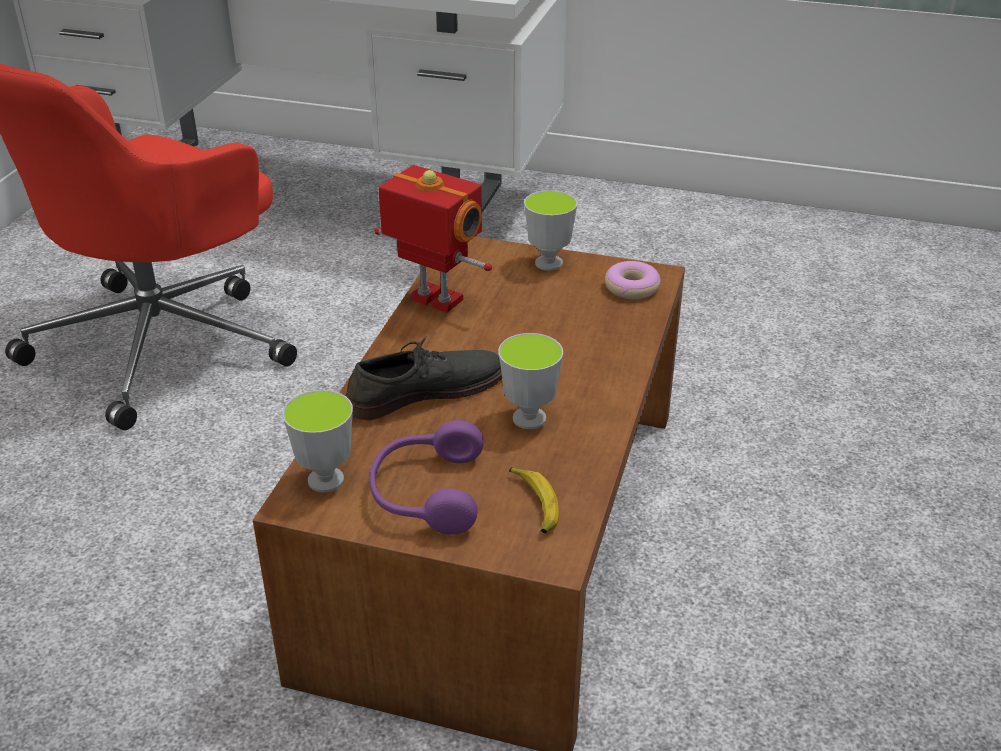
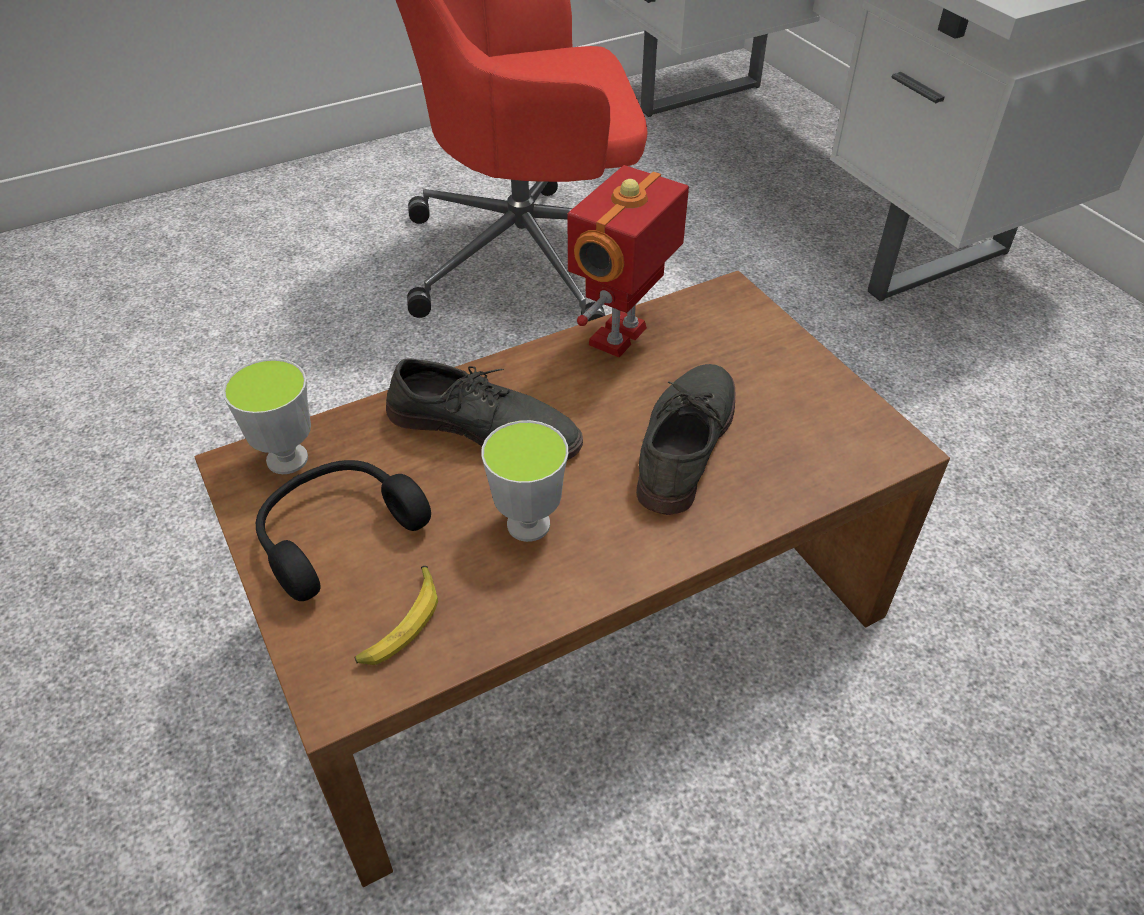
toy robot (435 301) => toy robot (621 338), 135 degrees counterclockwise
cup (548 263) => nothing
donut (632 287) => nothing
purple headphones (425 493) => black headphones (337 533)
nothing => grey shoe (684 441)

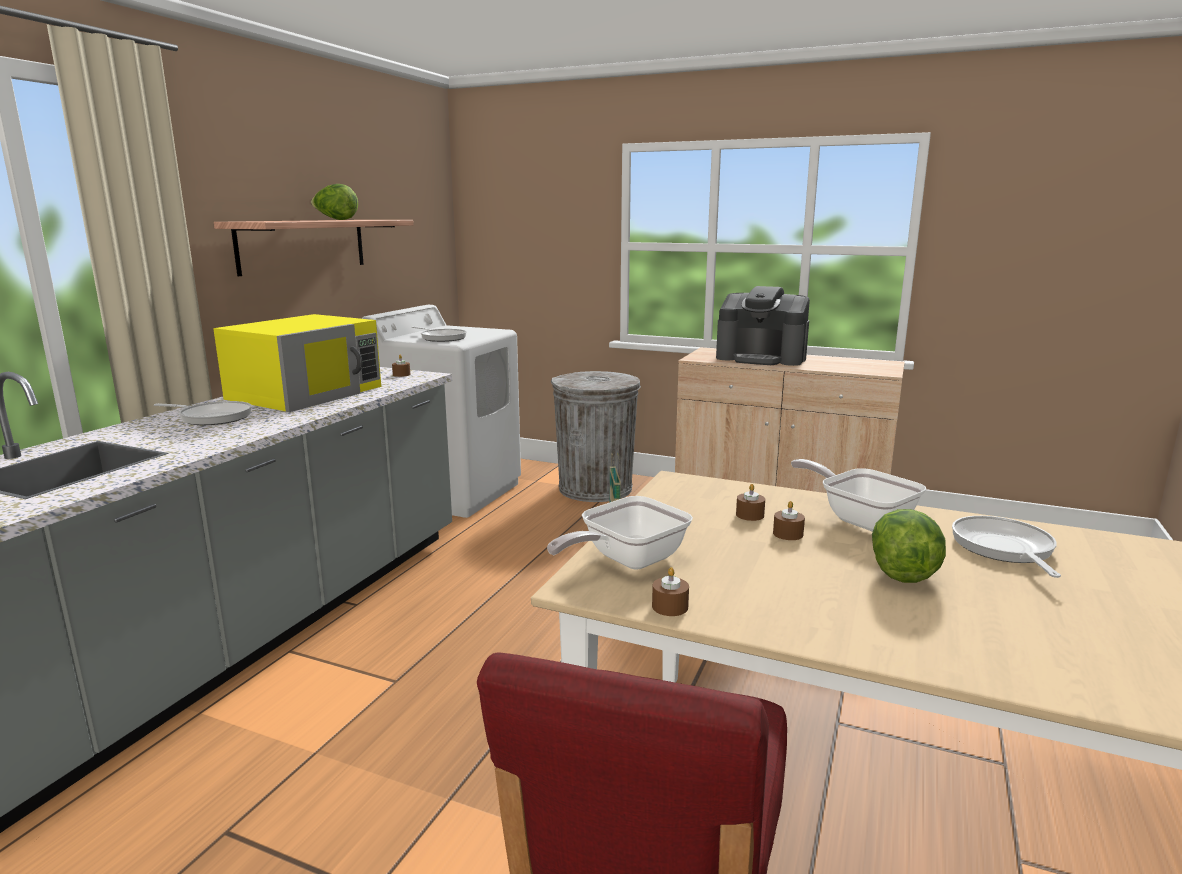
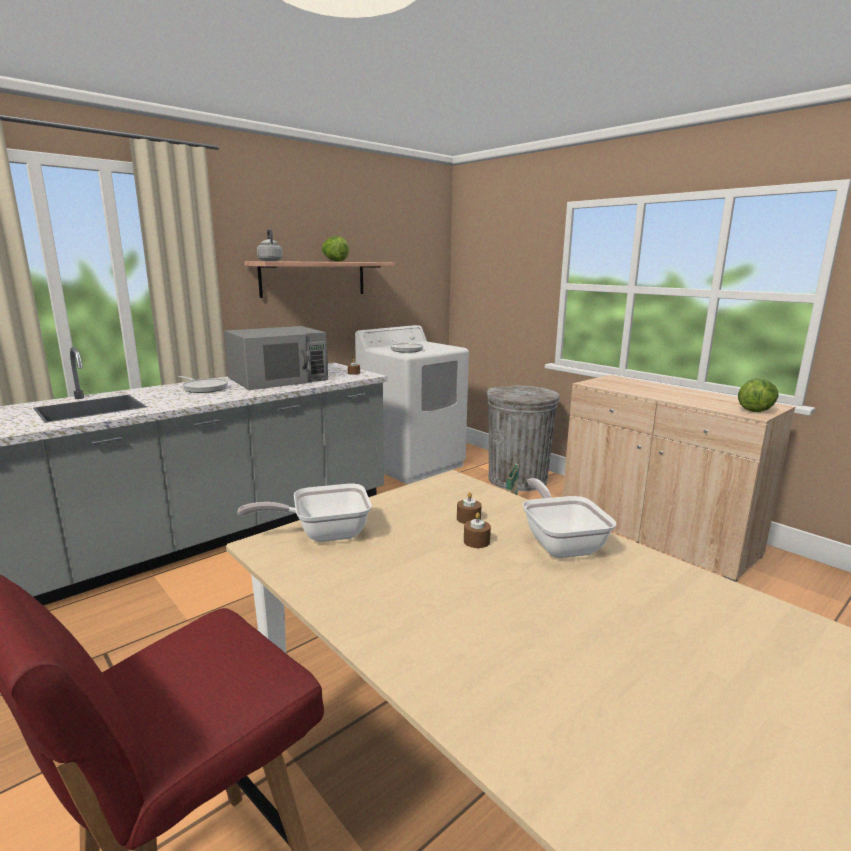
coffee machine (761 358) => nothing
yellow microwave (307 392) => grey microwave (279 379)
lettuce (903 571) => lettuce (755 410), shifted
frying pan (1003 548) => nothing
brown candle (670 606) => nothing
nothing => grey kettle (270 261)

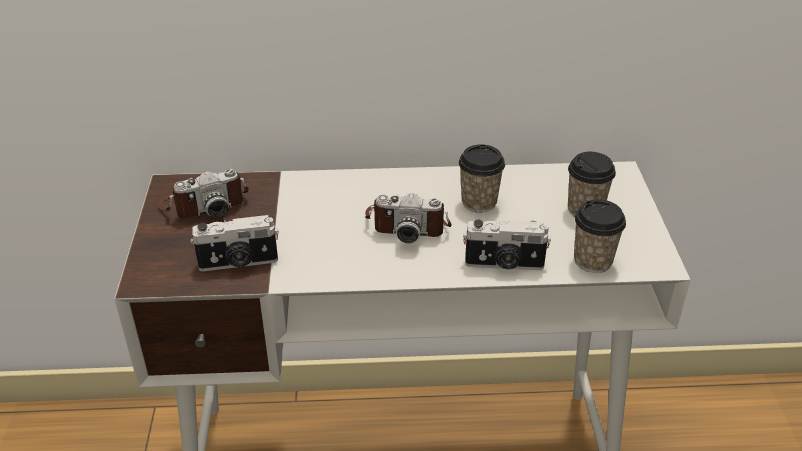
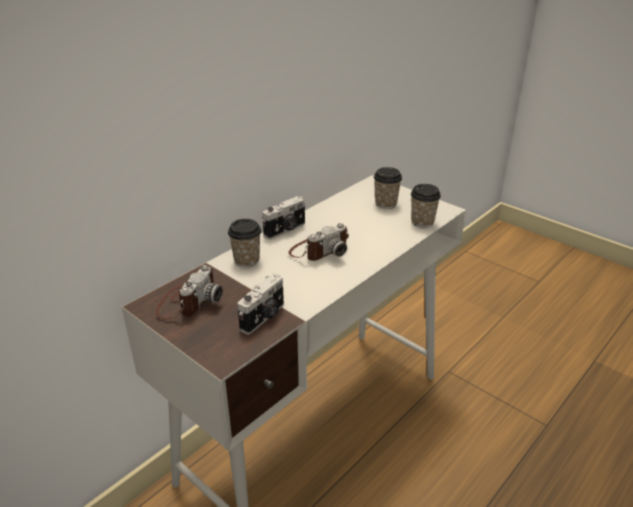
cup (479 202) => cup (246 260), shifted
photo camera (504 264) => photo camera (285 230), shifted

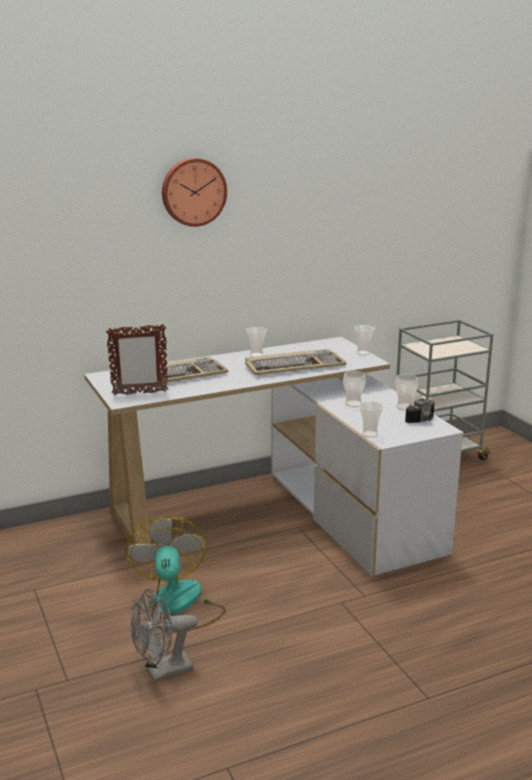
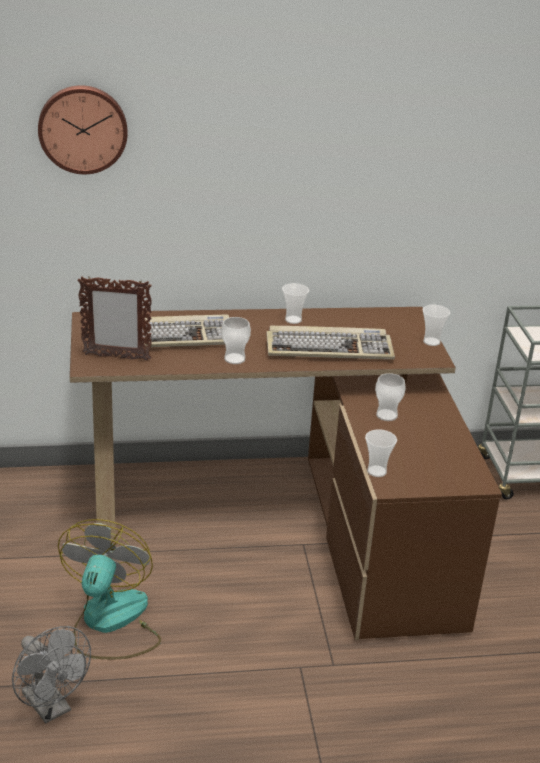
wall clock (193 192) => wall clock (83 128), shifted
white desk (279 514) => brown desk (289 520)
cup (405 407) => cup (234 359), shifted
photo camera (423 421) => nothing
grey fan (162 672) => grey fan (51 707), 120 degrees counterclockwise

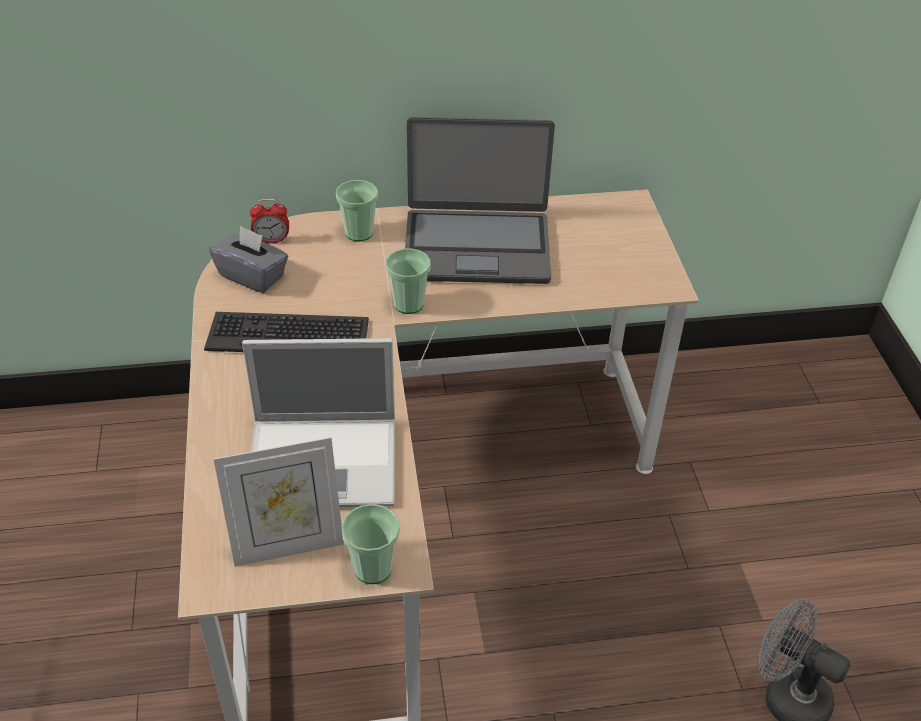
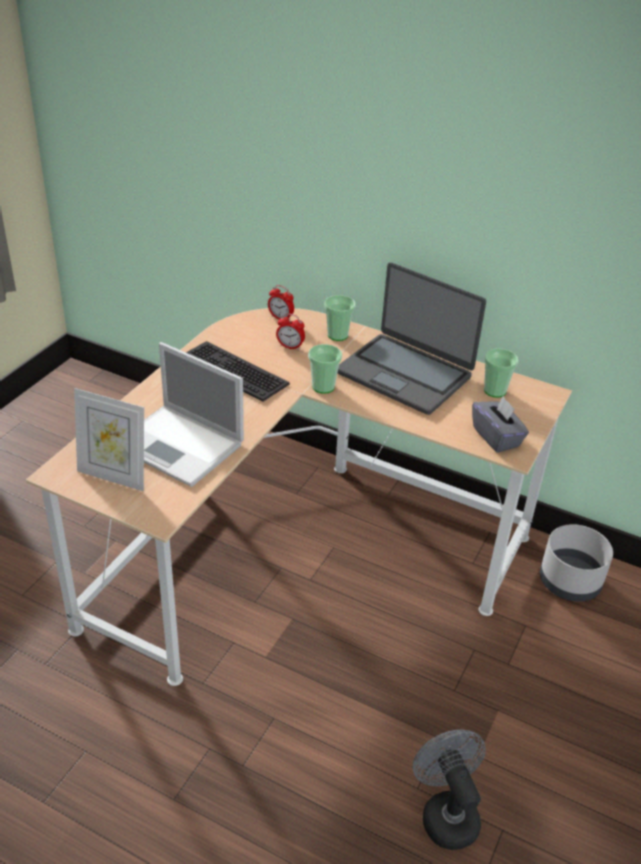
grey tissue box (252 276) => grey tissue box (496 437), shifted
cup (373 568) => cup (495 391), shifted
nothing => alarm clock (290 347)
nothing => grey planter (570 582)

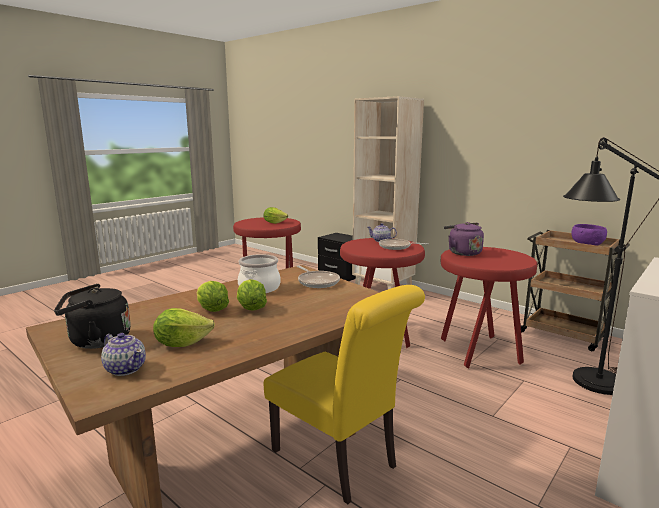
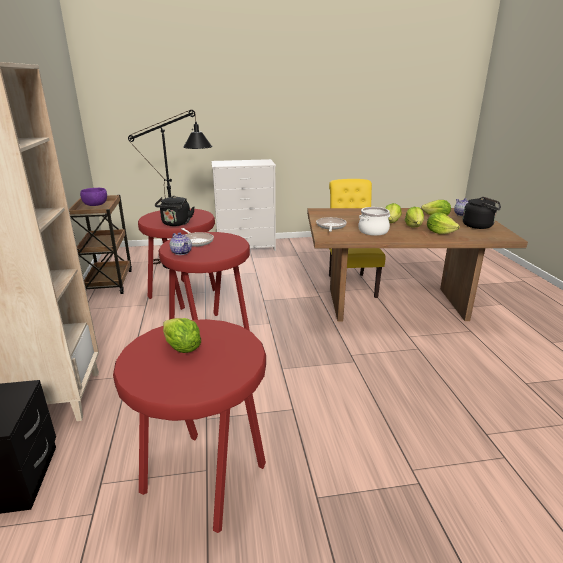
purple kettle (462 252) => black kettle (176 224)
nothing => lettuce (439 232)

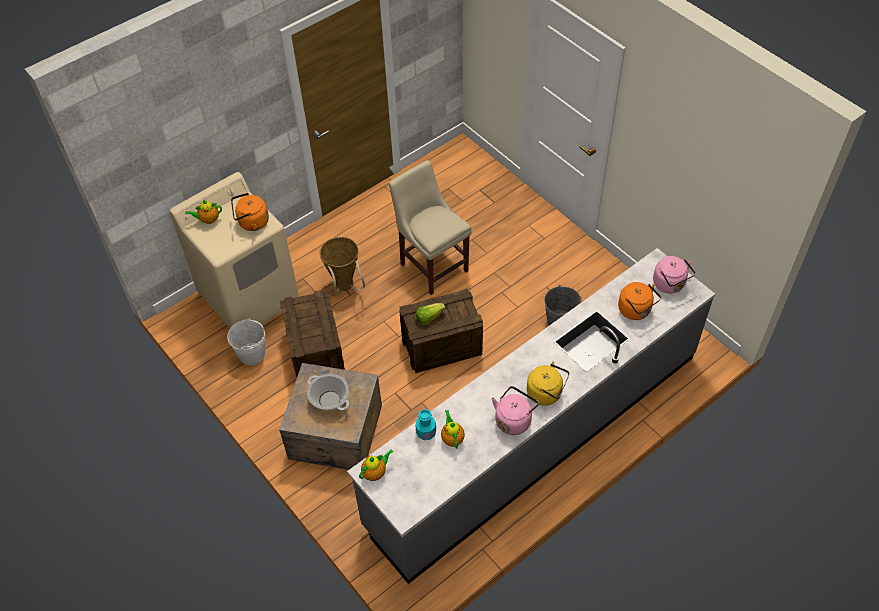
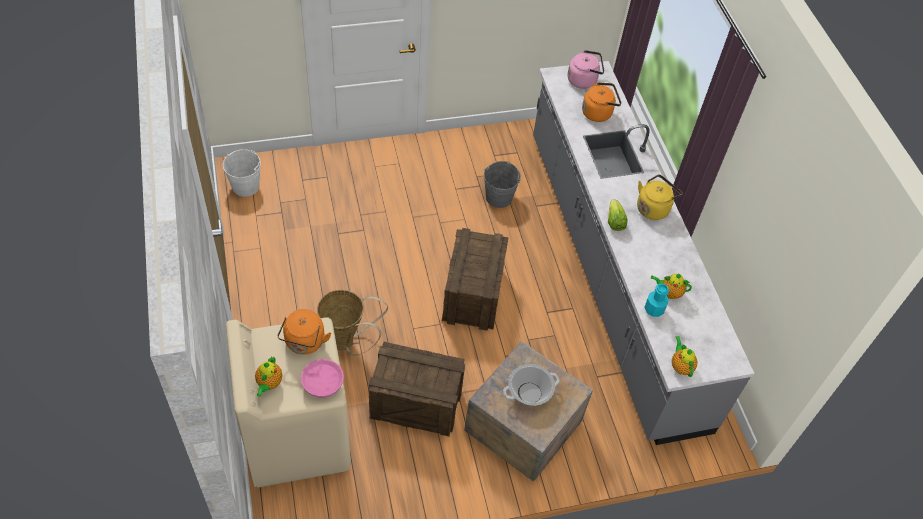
beige chair (432 265) => nothing
lettuce (429 317) => lettuce (614 221), shifted
white bucket (252 354) => white bucket (245 186), shifted
pink kettle (514 420) => nothing
nothing => pink bowl (323 383)

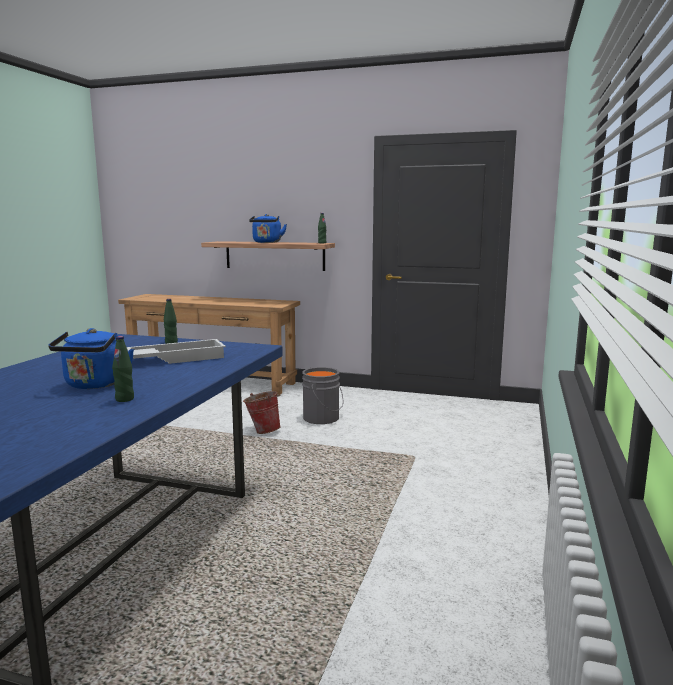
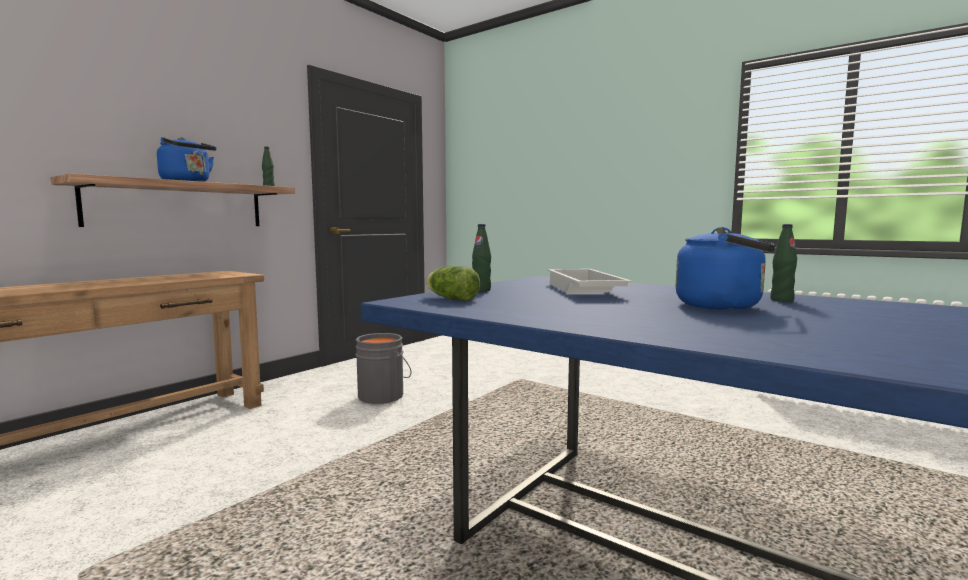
bucket (263 431) => nothing
nothing => lettuce (450 298)

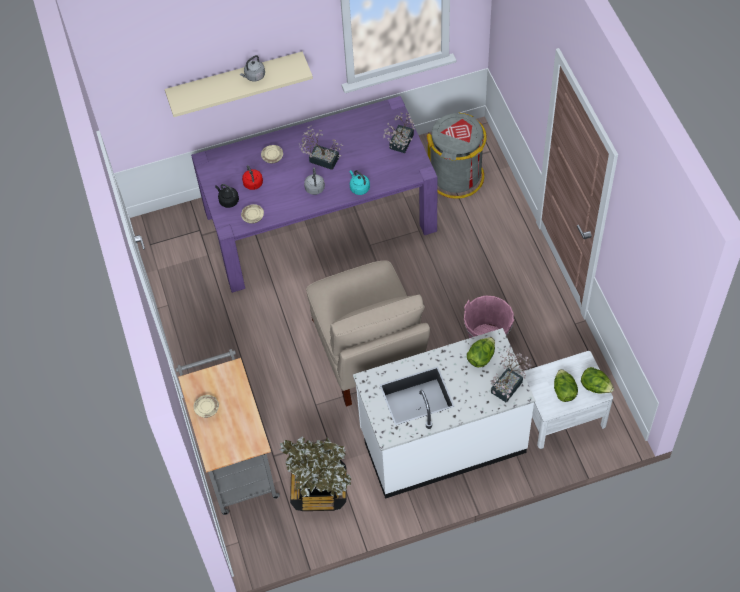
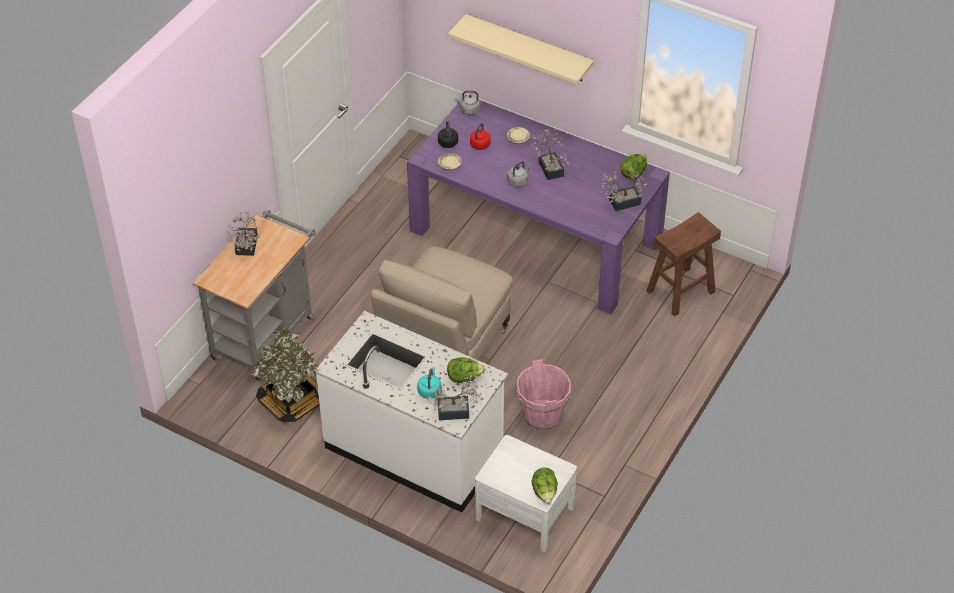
grey kettle (254 76) => grey kettle (469 110), shifted
grey trash can (456 176) => brown stool (680 291)
turquoise kettle (359 188) => turquoise kettle (429 390), shifted
lettuce (564 391) => lettuce (633 173), shifted
beige plate (207 408) => potted plant (245 248)

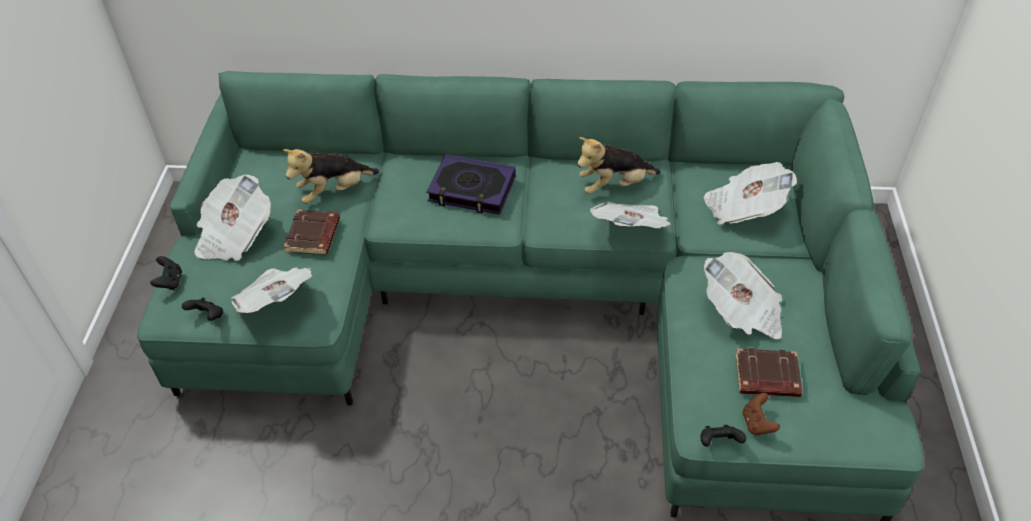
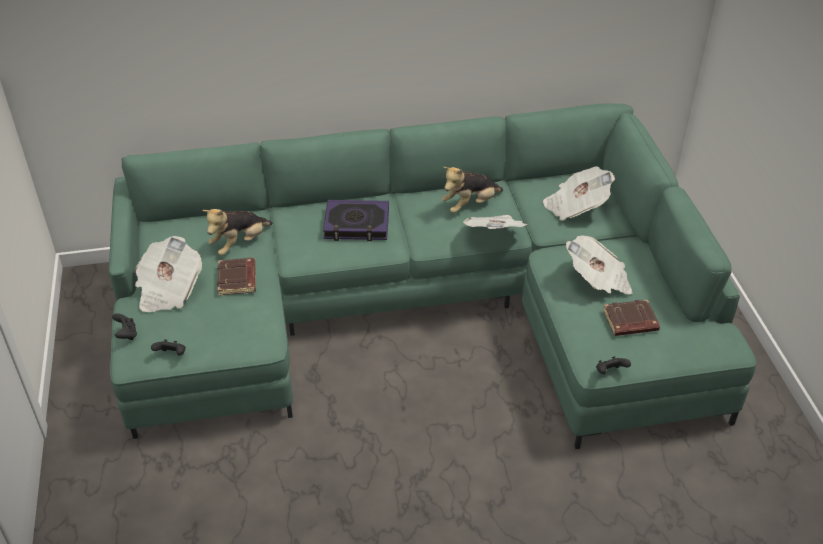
newspaper (275 302) => nothing
brown game controller (757 423) => nothing

